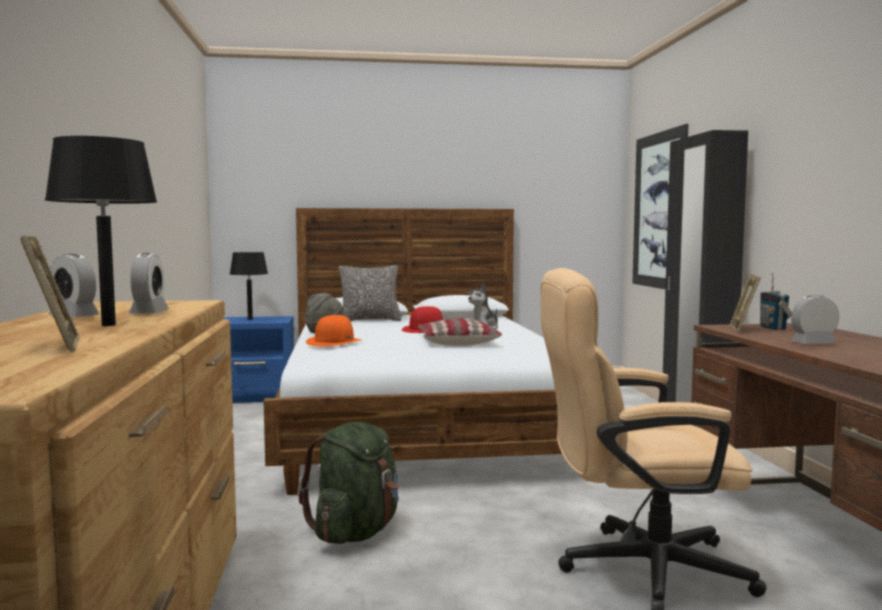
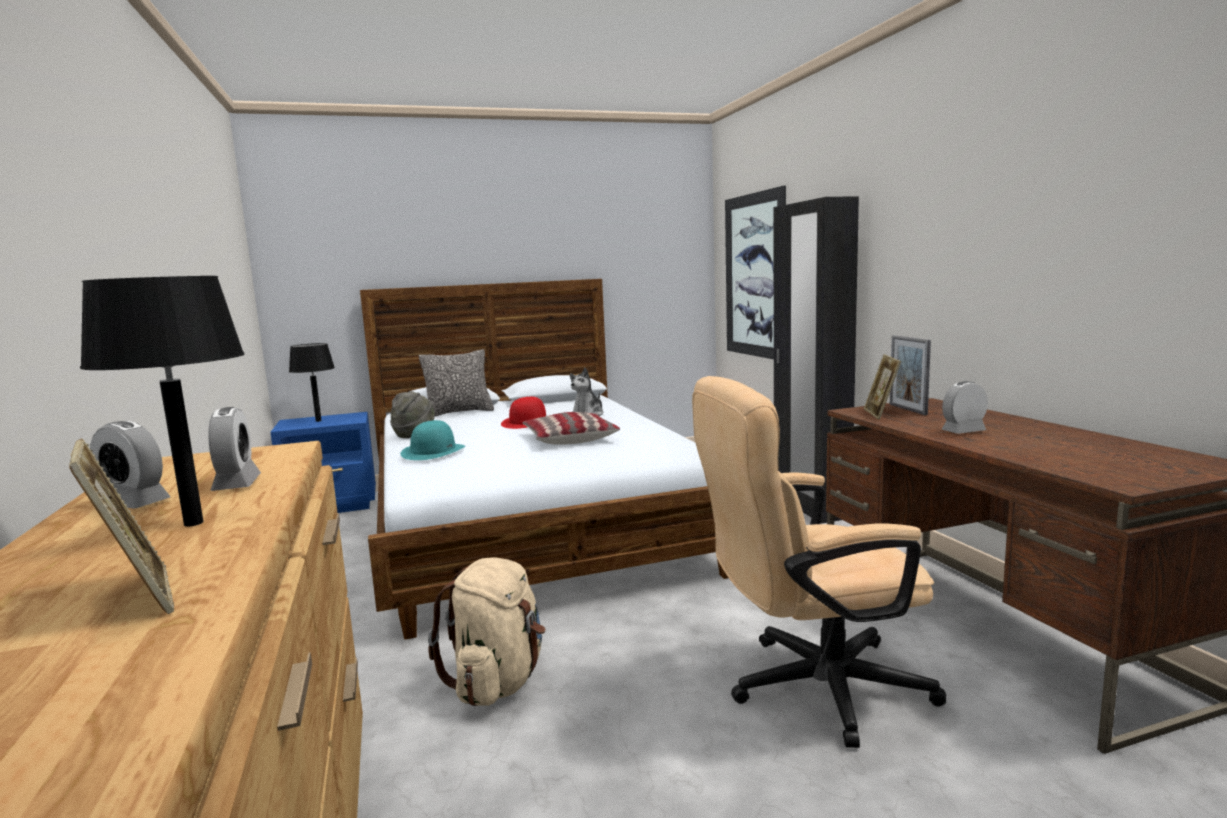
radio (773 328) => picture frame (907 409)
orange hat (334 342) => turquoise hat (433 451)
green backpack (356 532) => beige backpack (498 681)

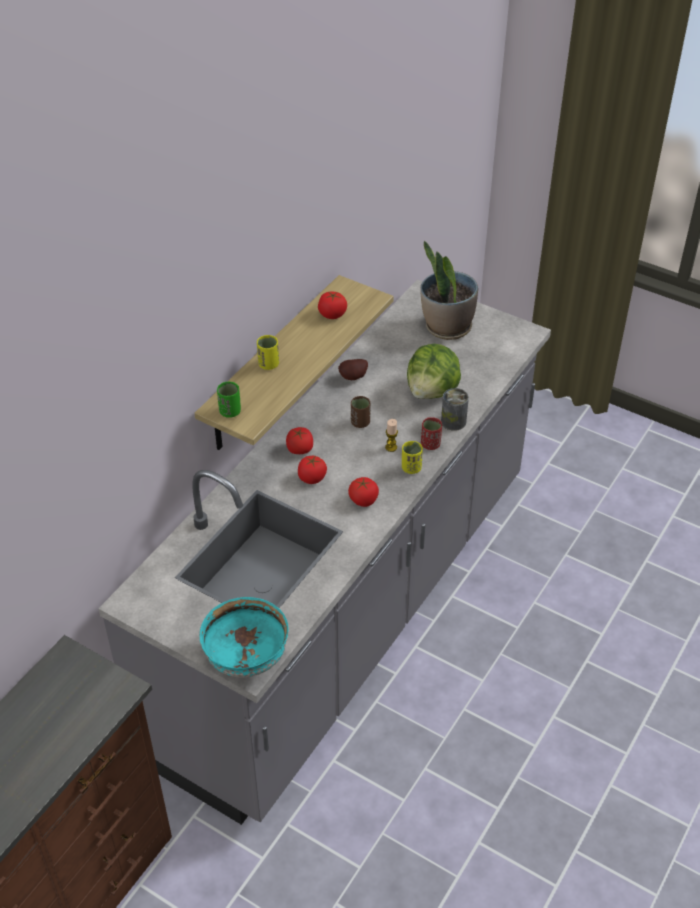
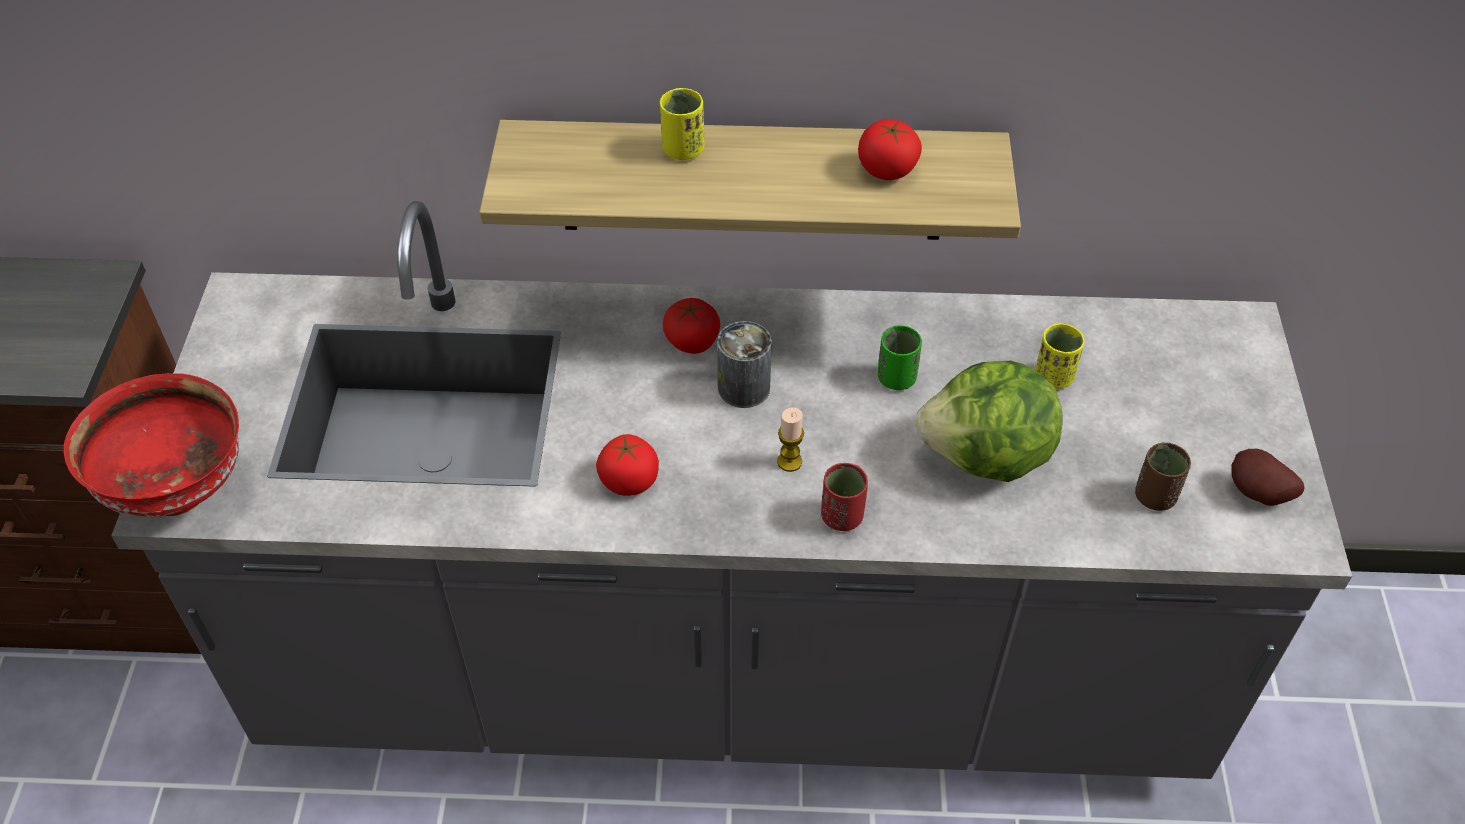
potted plant (446 327) => nothing
potato (354 378) => potato (1257 495), shifted
green cup (230 412) => green cup (896 378), shifted
can (453 421) => can (744 388), shifted
brown cup (360 423) => brown cup (1154 496), shifted
yellow cup (411 468) => yellow cup (1053 376), shifted
tomato (312 478) => nothing
turquoise bowl (246 661) => red bowl (179 489)

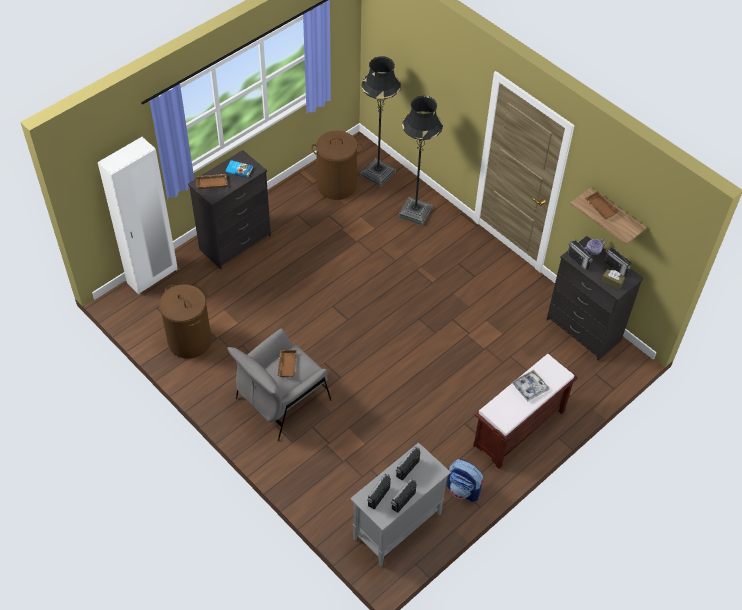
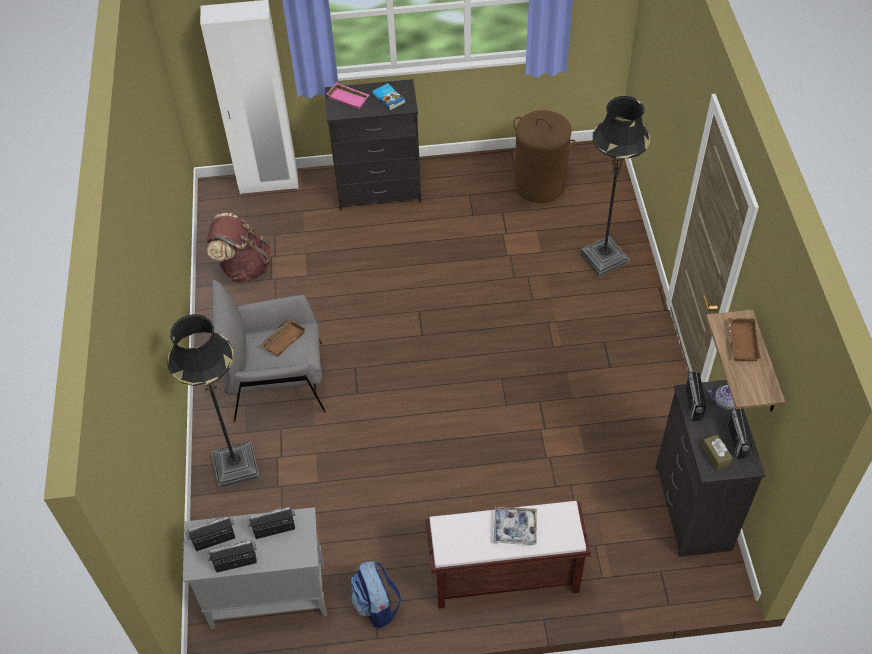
black floor lamp (378 173) => black floor lamp (235 466), shifted
brown tray (212 182) => pink tray (349 98)
brown laundry basket (189 341) => brown backpack (244 267)

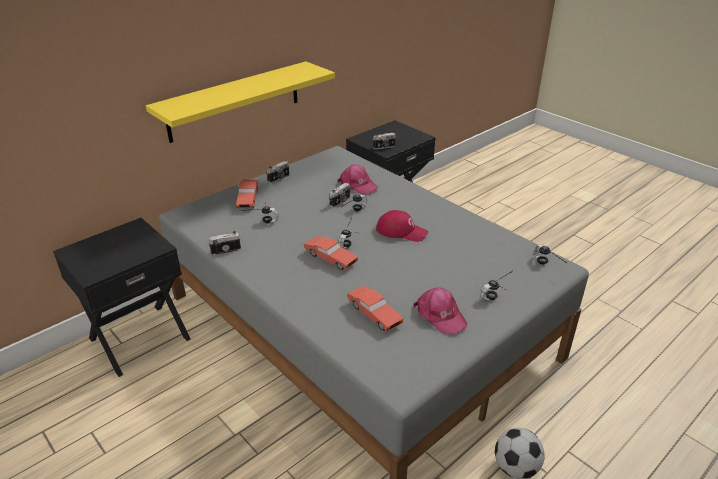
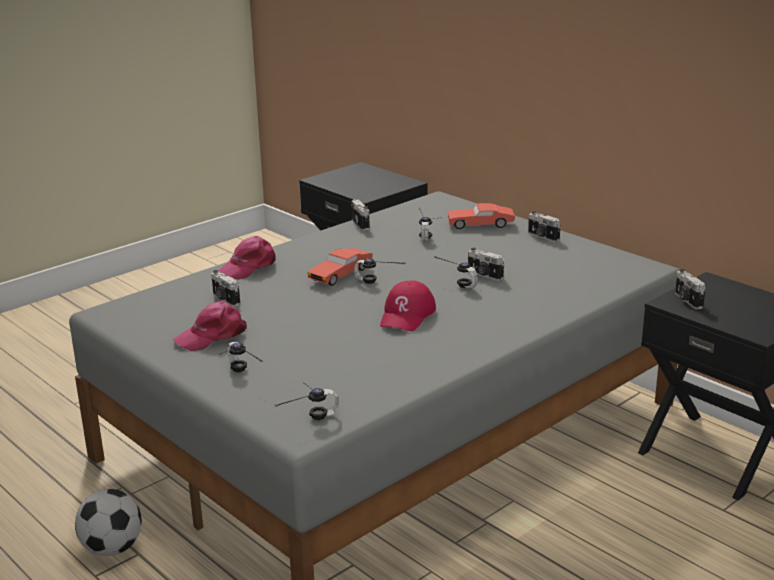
yellow shelf (235 101) => nothing
pink cap (357 185) => pink cap (248 267), shifted
red toy car (374 314) => photo camera (225 299)

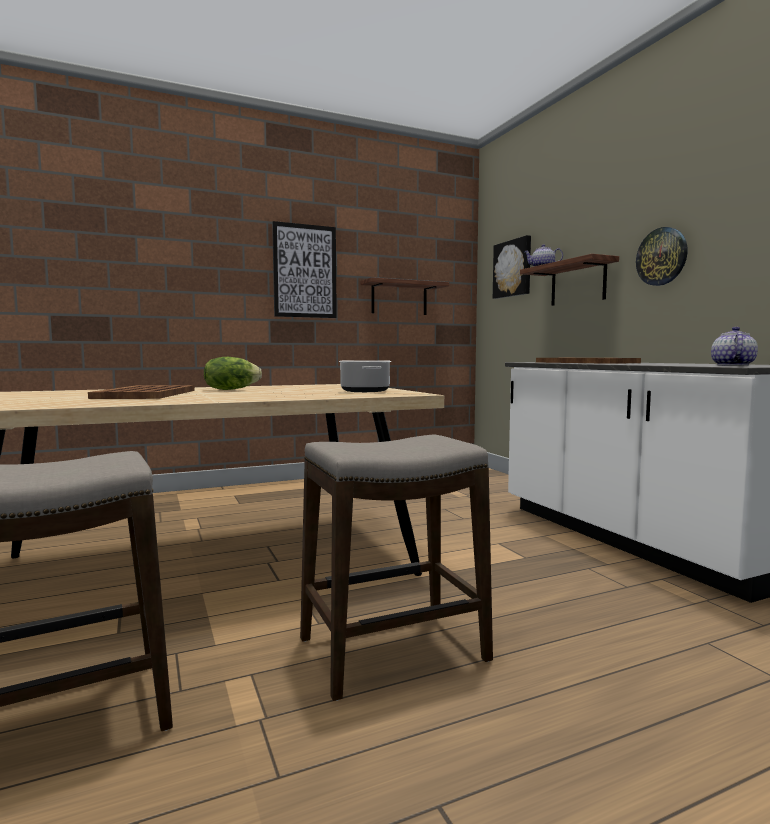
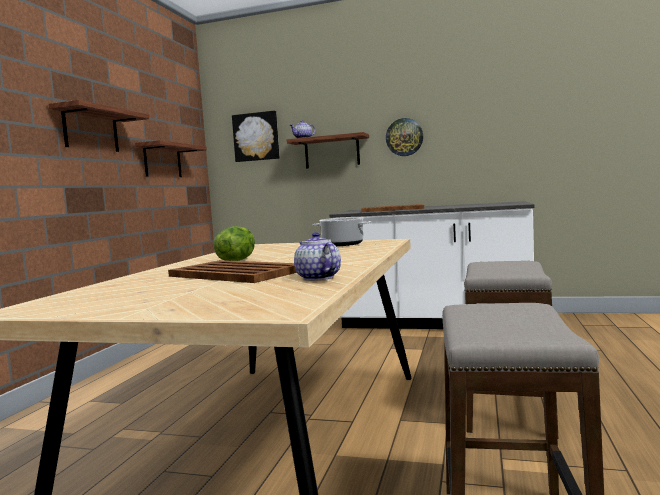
picture (305 271) => shelf (91 130)
teapot (732 365) => teapot (317 278), shifted

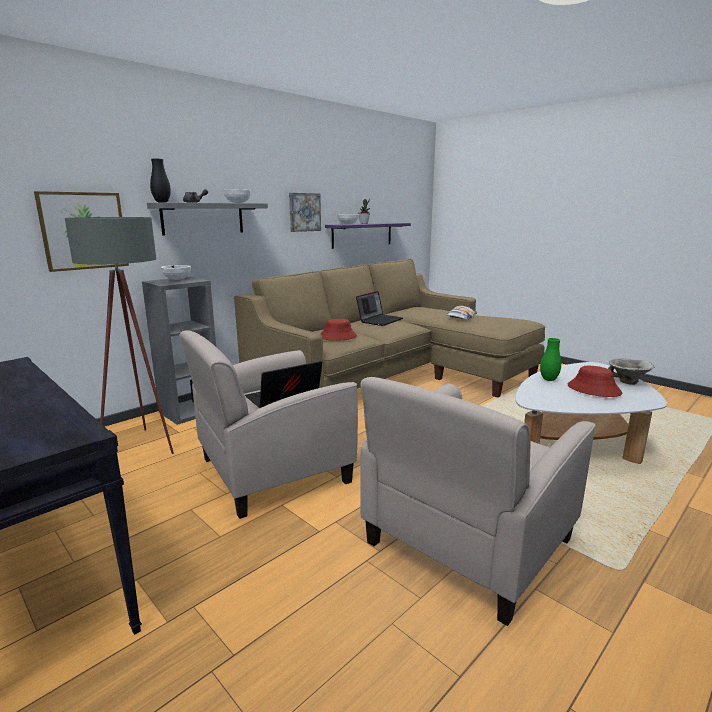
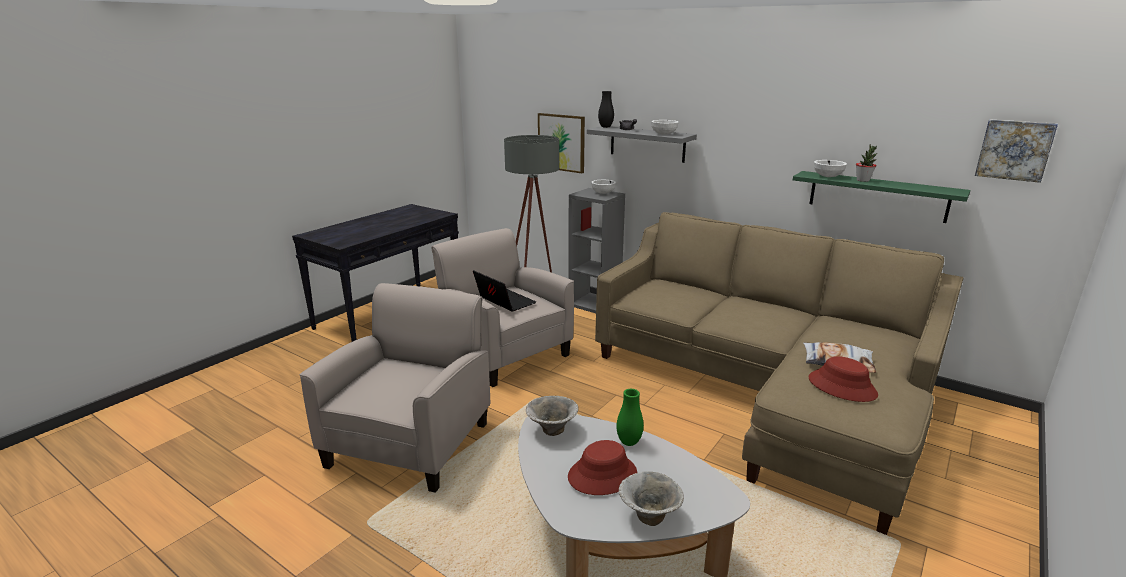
picture (304 212) => picture (1014 150), shifted
purple shelf (362 235) => green shelf (877 196)
laptop (380 320) => nothing
red hat (337 337) => red hat (842 386), shifted
beige armchair (467 543) => beige armchair (410 443), 75 degrees clockwise
nothing => bowl (551 431)

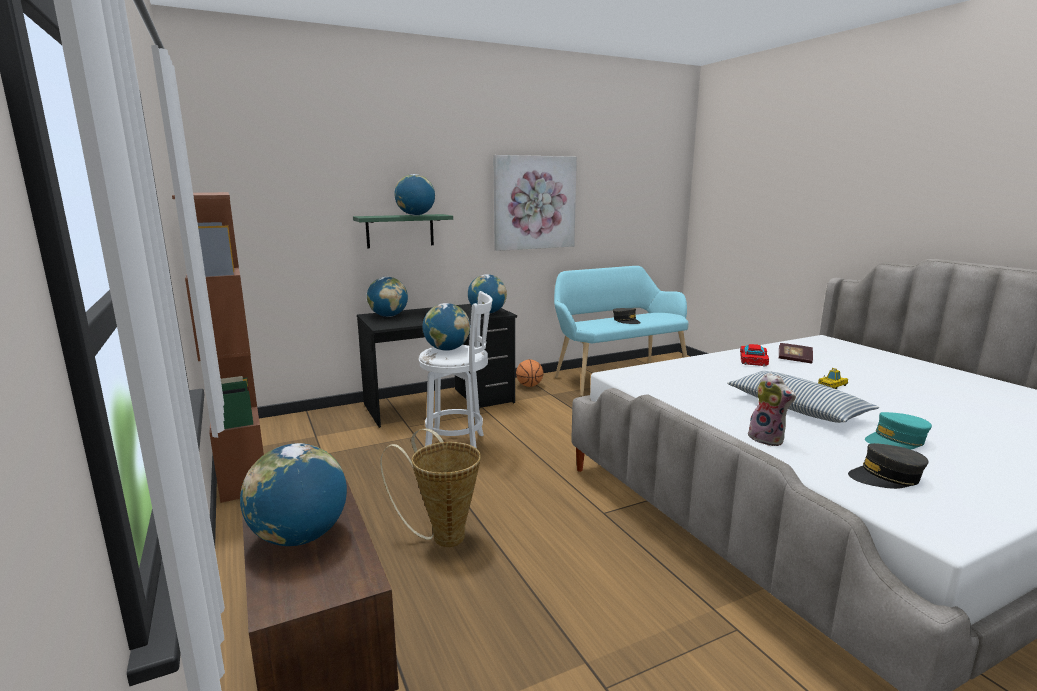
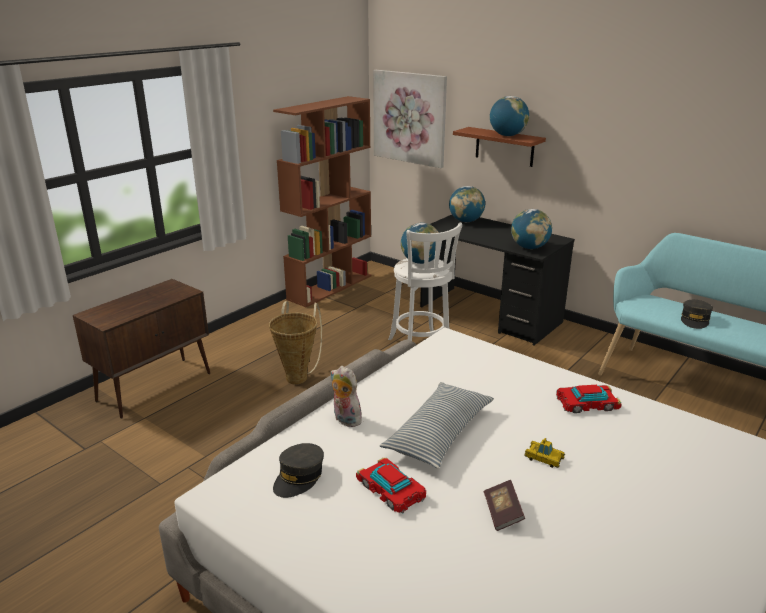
picture (534 203) => picture (409 118), shifted
green shelf (400 231) => brown shelf (504 147)
book (794 359) => book (502 513), shifted
basketball (529 386) => nothing
plush toy (768 439) => plush toy (345 420), 105 degrees clockwise
turquoise cap (896 441) => toy car (390 490)
globe (300 537) => nothing
grey cap (886 477) => grey cap (299 477), 120 degrees counterclockwise

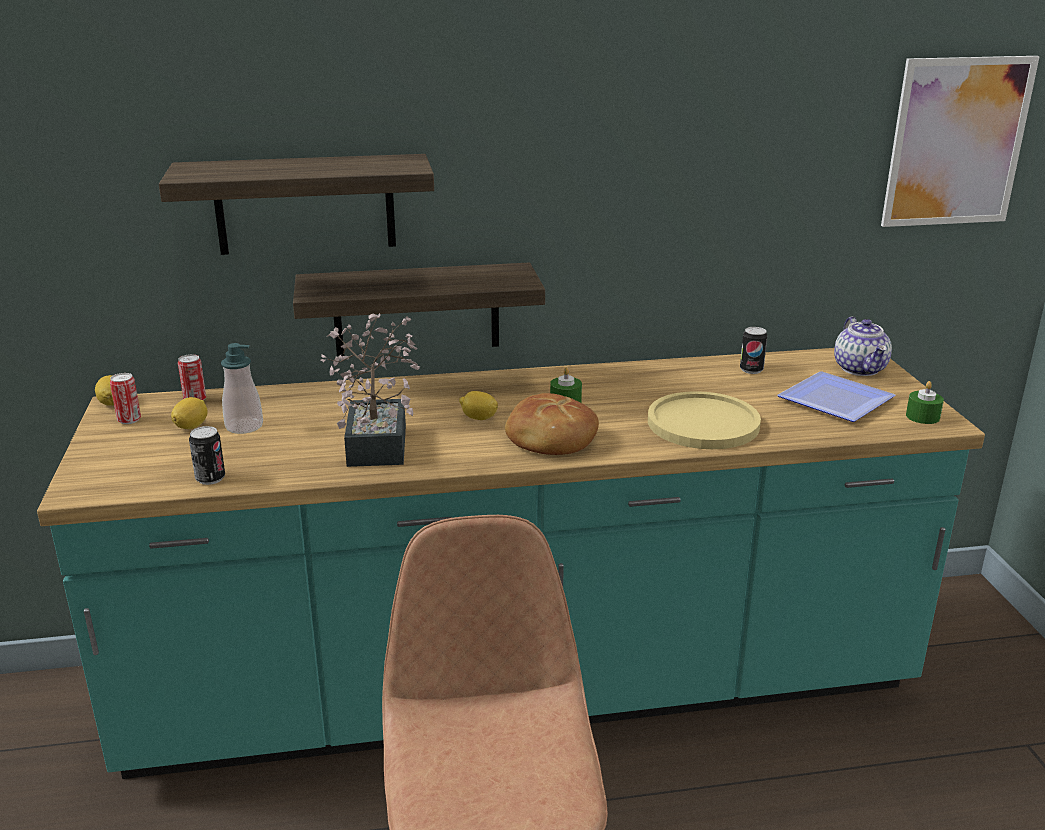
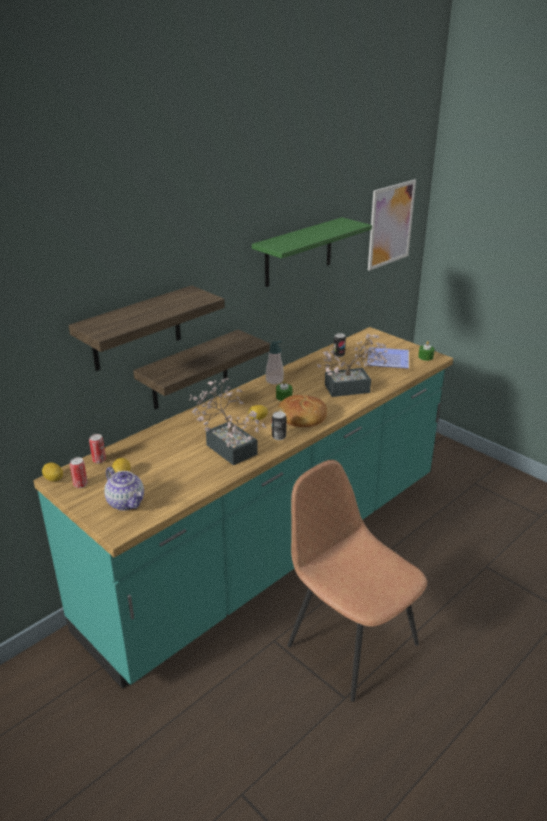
teapot (860 369) => teapot (126 502), shifted
soap dispenser (244 426) => soap dispenser (274 380), shifted
yellow plate (703 423) => potted plant (352 388)
can (210 478) => can (279 437), shifted
nothing => green shelf (298 252)

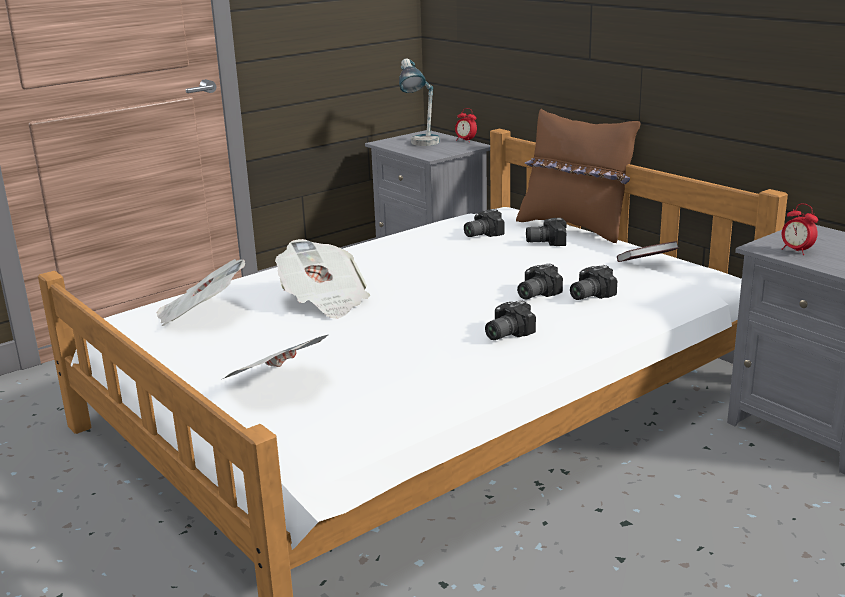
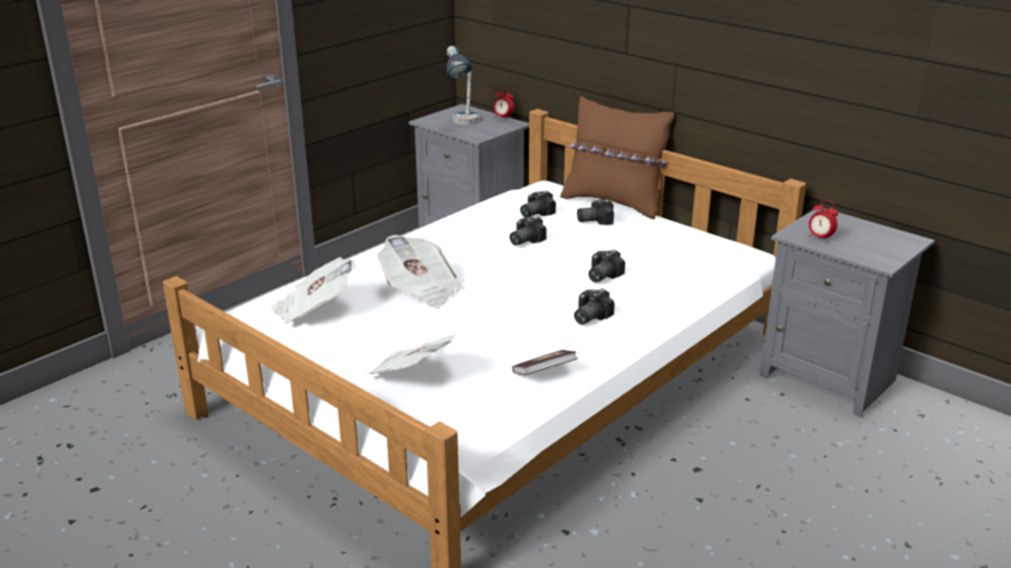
book (646 263) => book (544 373), shifted
photo camera (588 295) => photo camera (524 240), shifted

